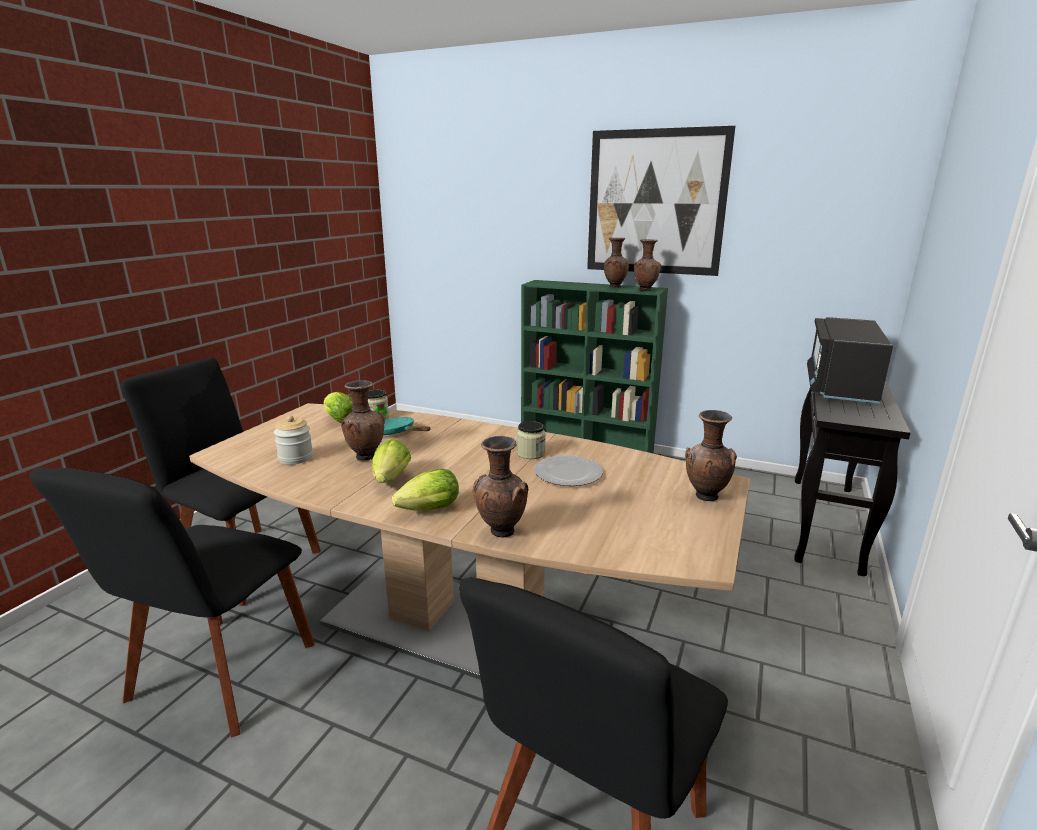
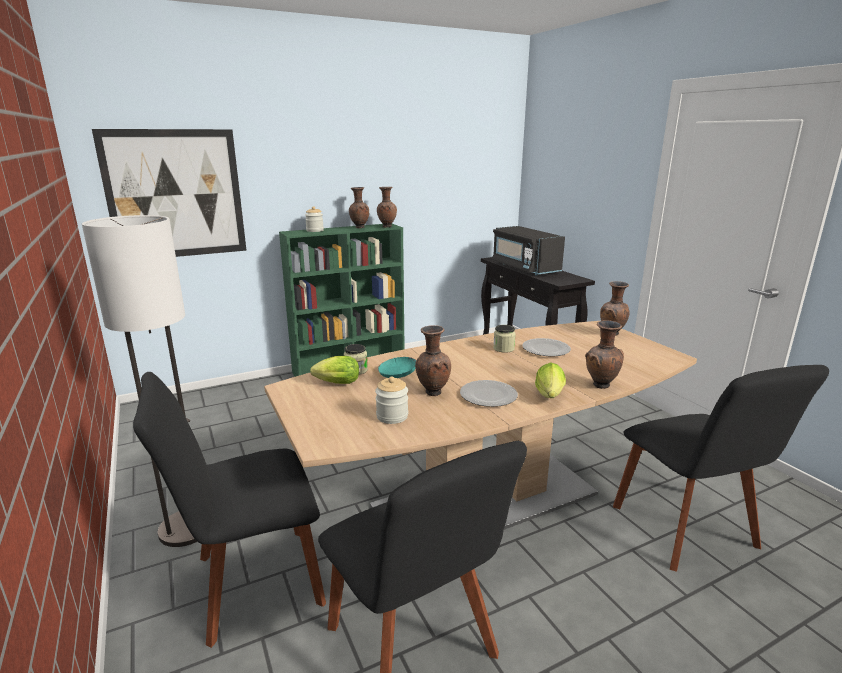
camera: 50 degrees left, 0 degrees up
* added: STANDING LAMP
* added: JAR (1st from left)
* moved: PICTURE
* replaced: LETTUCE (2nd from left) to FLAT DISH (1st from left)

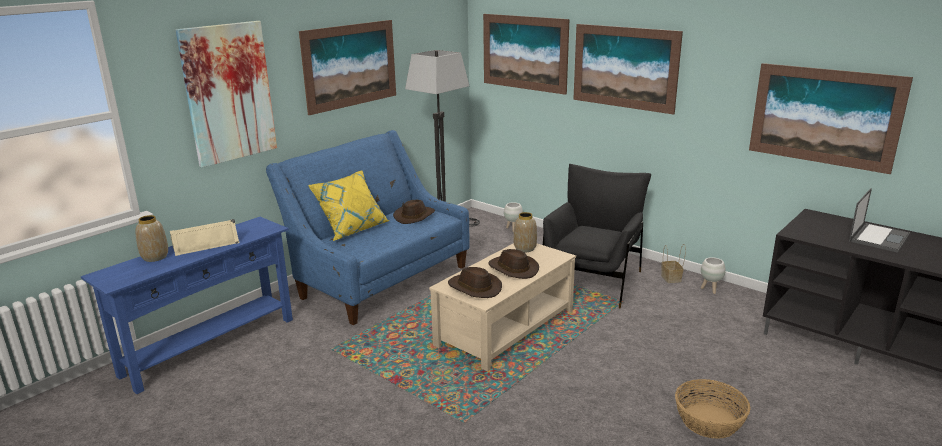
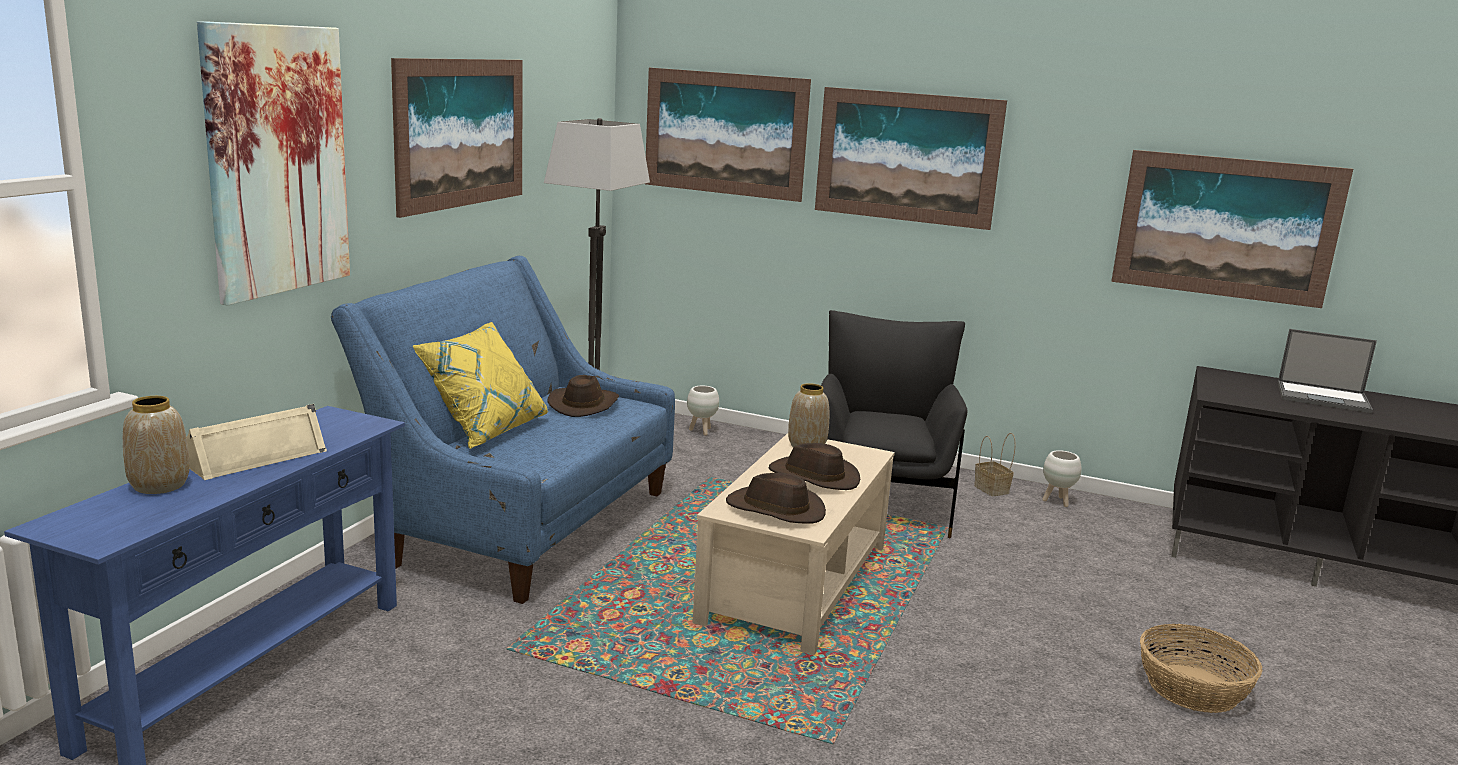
camera: 20 degrees left, 5 degrees down
* turned: PORTABLE COMPUTER 90 degrees clockwise

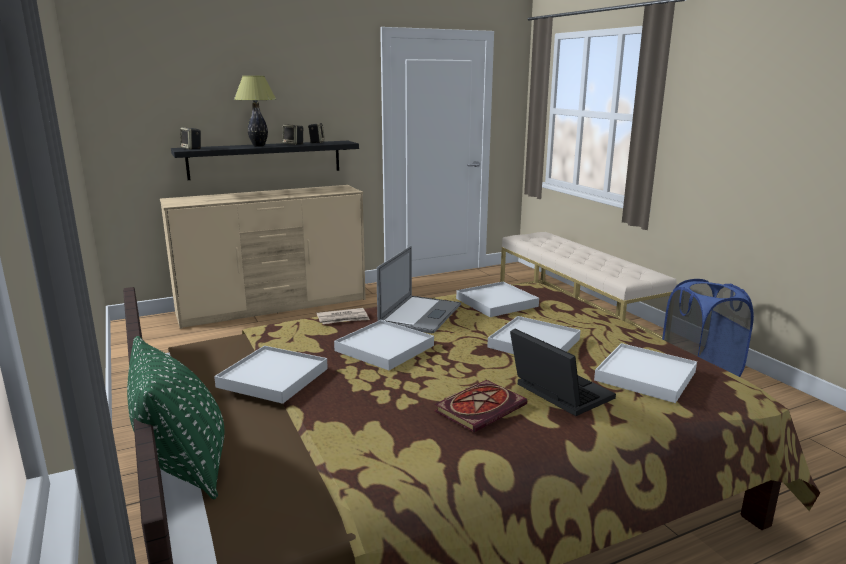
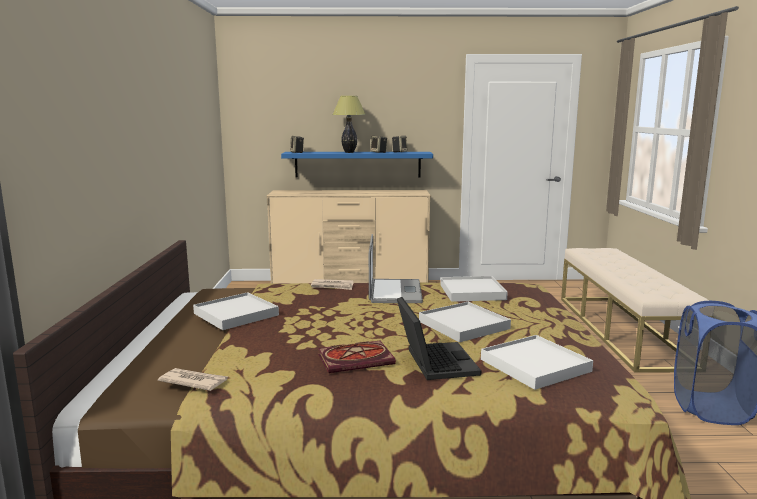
camera: 25 degrees right, 5 degrees down
* removed: GREEN CUSHION
* removed: WHITE-COLOURED SERVING TRAY (2nd from left)
* added: NEWSPAPER (1st from left)
* recoloured: BLACK WALL SHELF to BLUE WALL SHELF
* turned: PORTABLE COMPUTER (1st from left) 45 degrees counterclockwise

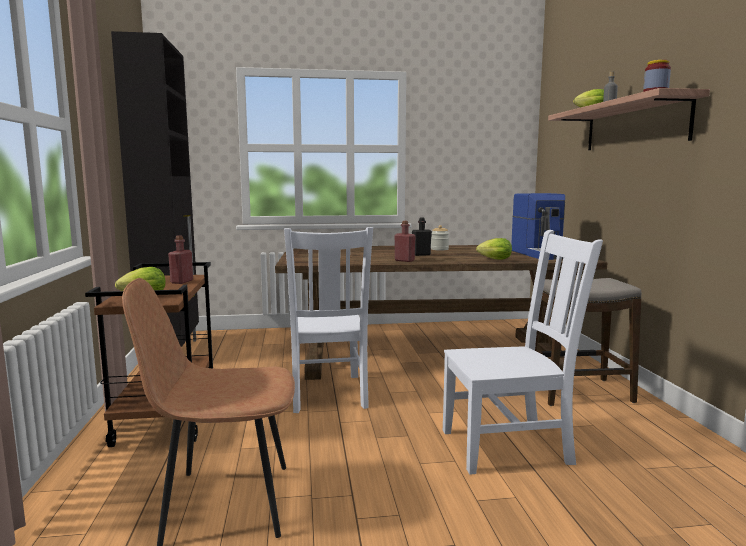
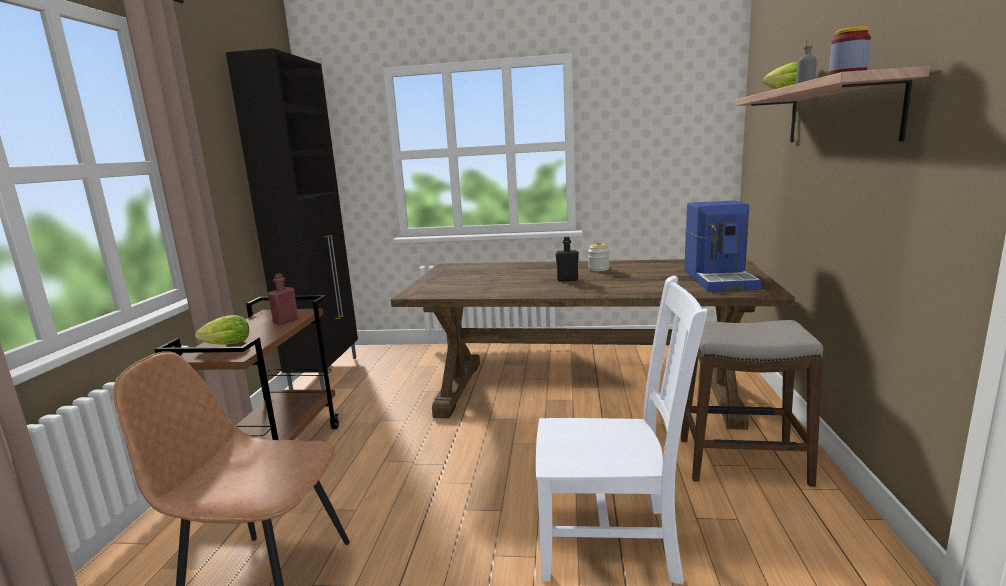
camera: 15 degrees right, 5 degrees up
* removed: WHITE-COLOURED PLAIN CHAIR (1st from left)
* removed: RED DRINK BOTTLE (2nd from left)
* removed: LETTUCE (2nd from left)

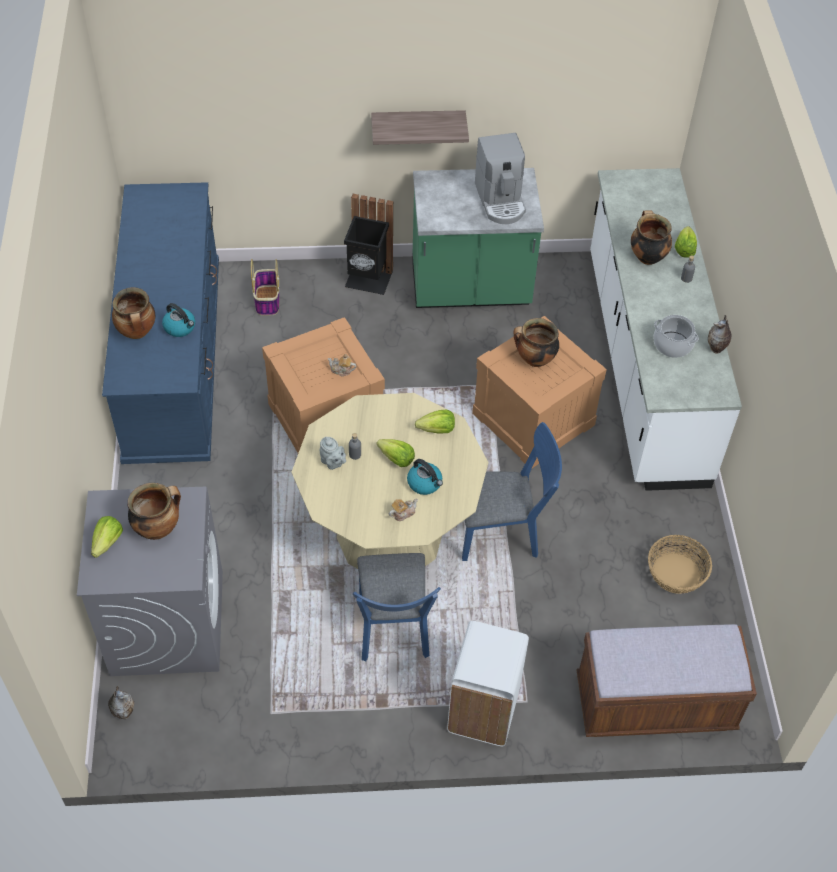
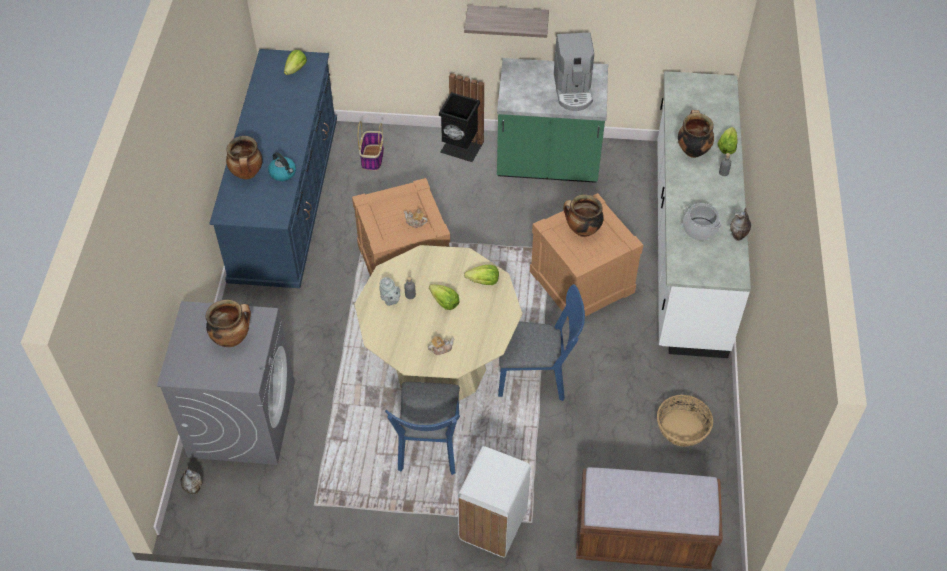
camera: 10 degrees right, 0 degrees up
* removed: TEA KETTLE (2nd from left)
* moved: LETTUCE (1st from left)

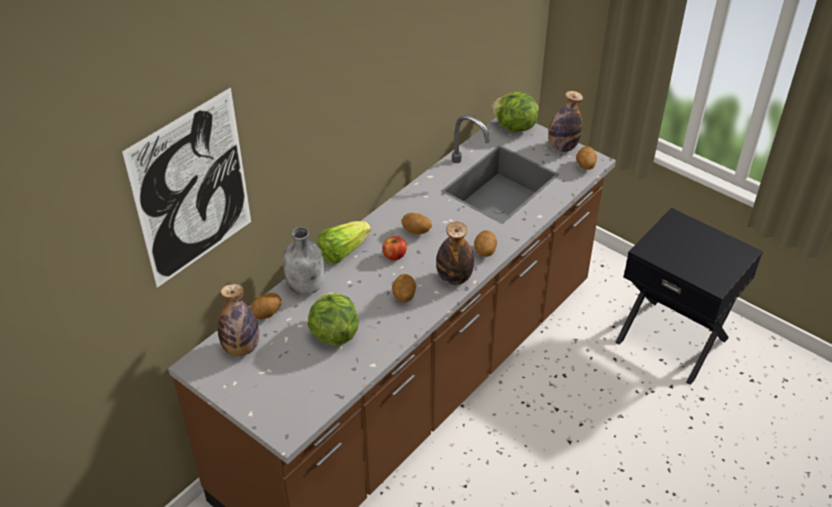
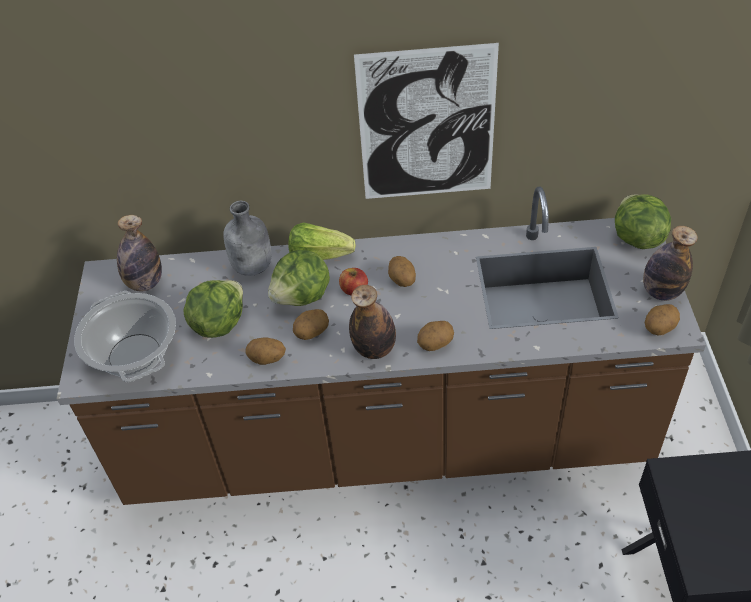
camera: 50 degrees right, 5 degrees up
* added: STOCKPOT
* added: LETTUCE (2nd from left)
* moved: PICTURE
* moved: SPUD (1st from left)

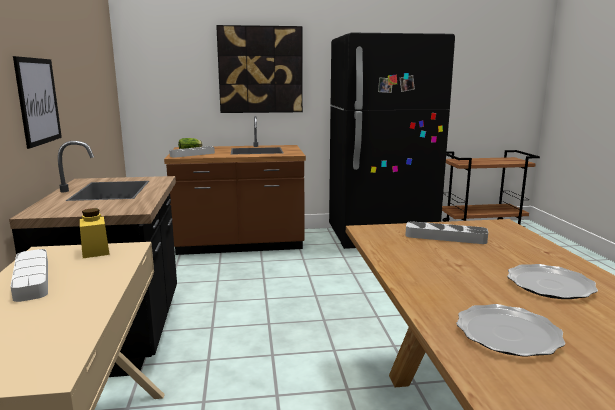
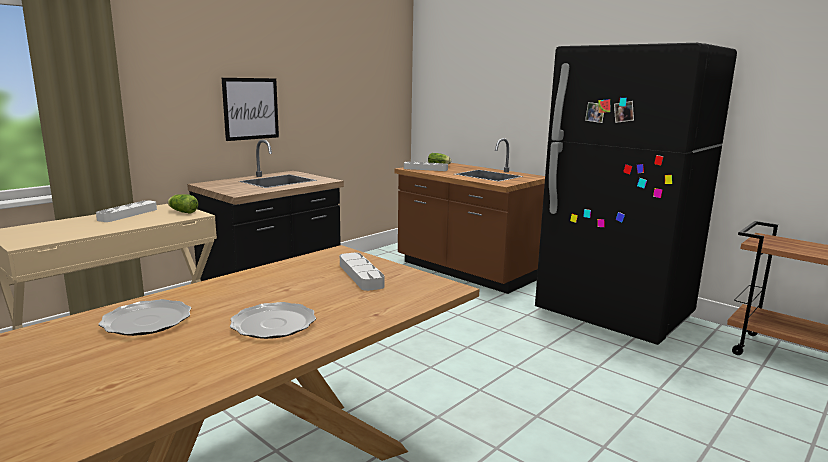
camera: 50 degrees right, 0 degrees up
* removed: PICTURE (2nd from left)
* replaced: YELLOWISH JAR to LETTUCE (1st from left)

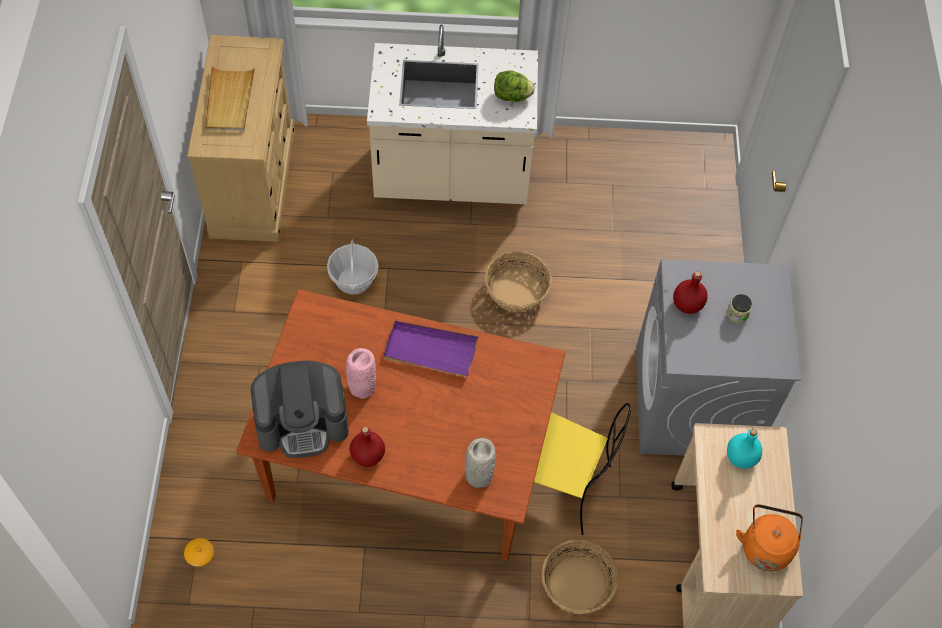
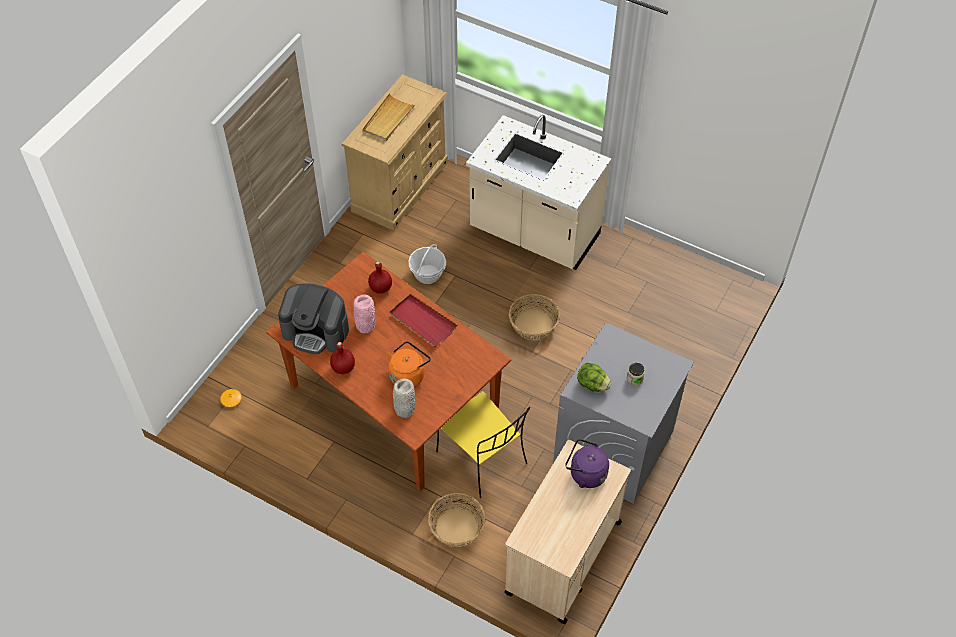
camera: 30 degrees right, 5 degrees down
* moved: LETTUCE
* moved: RED DRINK BOTTLE (2nd from left)
* moved: ORANGE-COLOURED TEA KETTLE
* replaced: BLUE-GREEN DRINK BOTTLE to PURPLISH TEA KETTLE
* recoloured: PURPLISH SERVING TRAY to RED SERVING TRAY

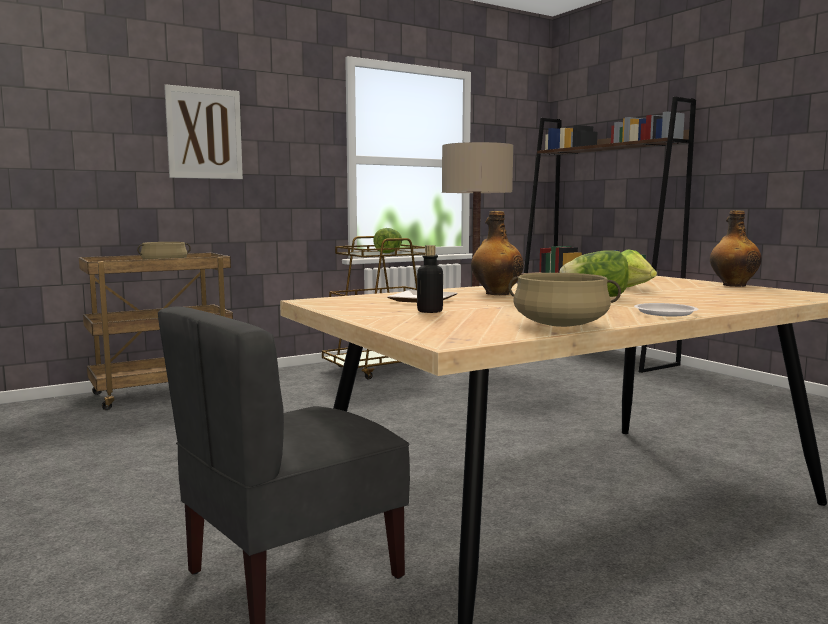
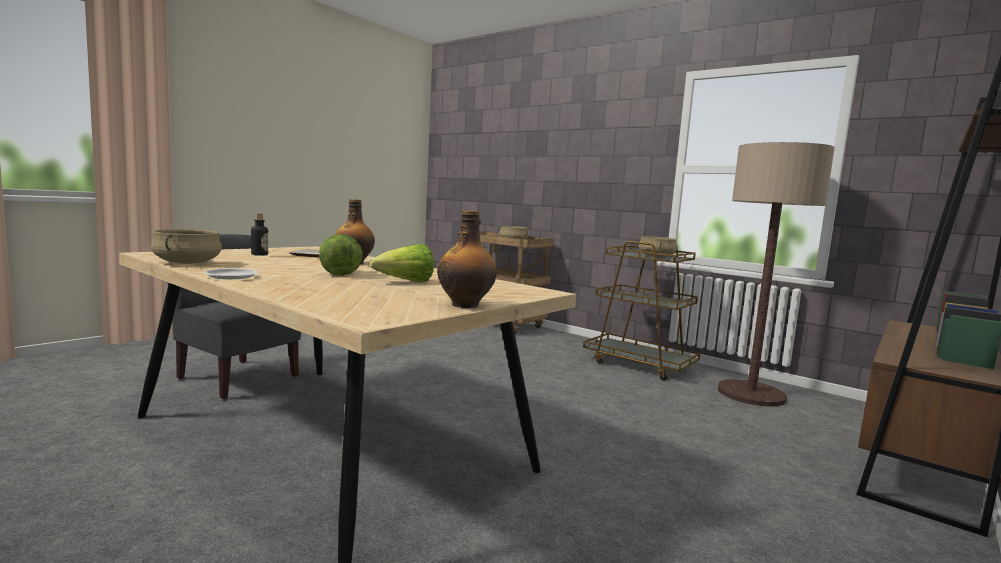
camera: 70 degrees right, 0 degrees up
* removed: PICTURE
* replaced: LETTUCE (1st from left) to BEIGE-COLOURED STOCKPOT (3rd from left)

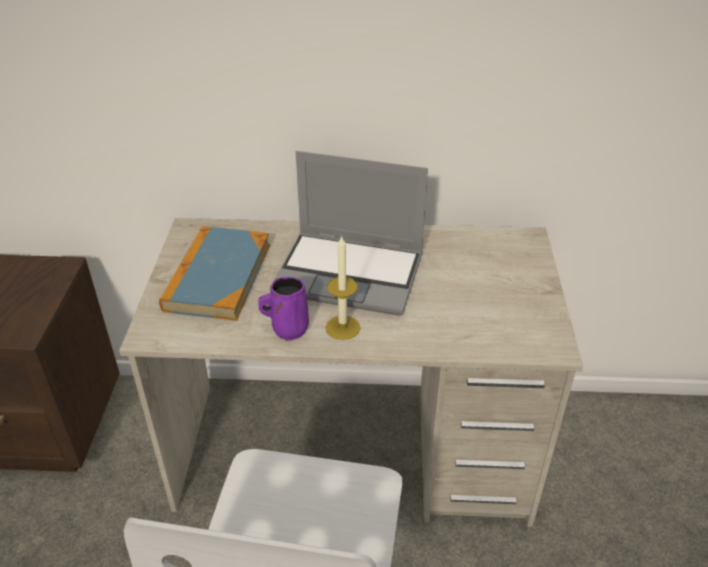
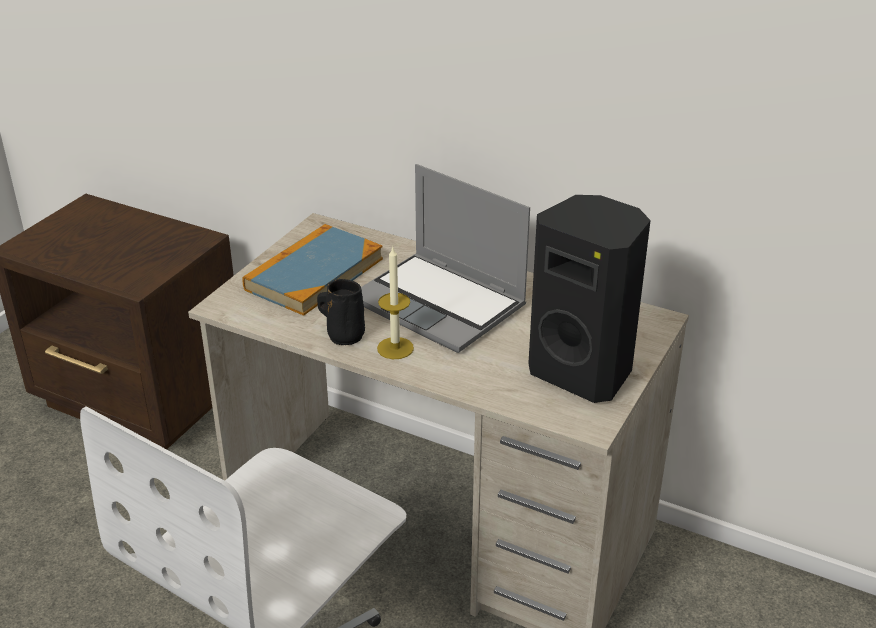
camera: 25 degrees right, 5 degrees down
* added: BLACK LOUDSPEAKER
* recoloured: PURPLISH TEA MUG to BLACK TEA MUG

